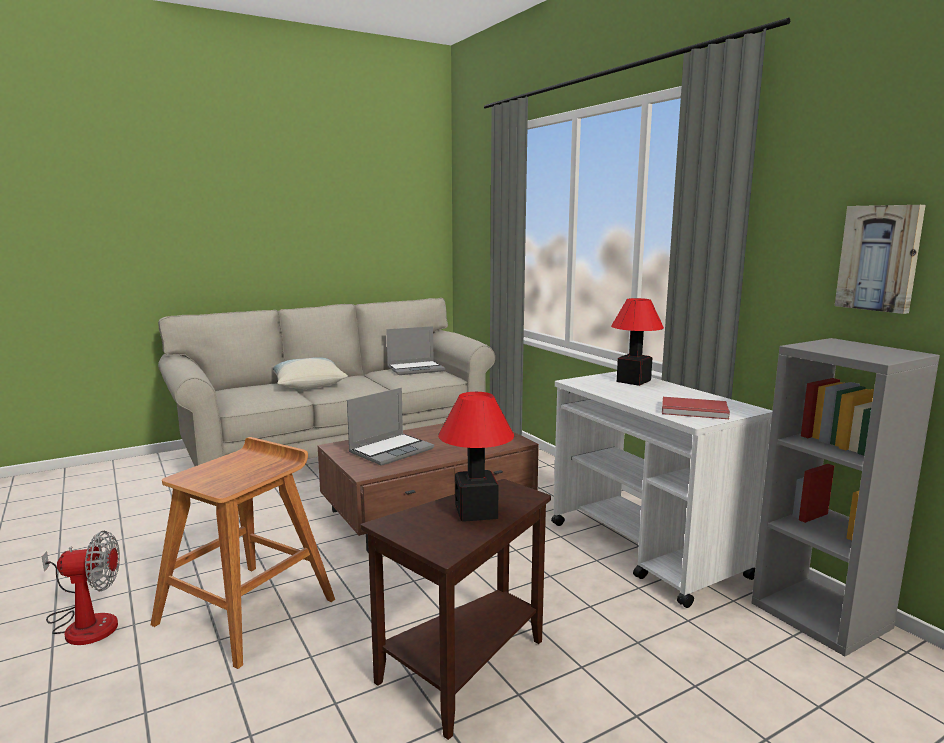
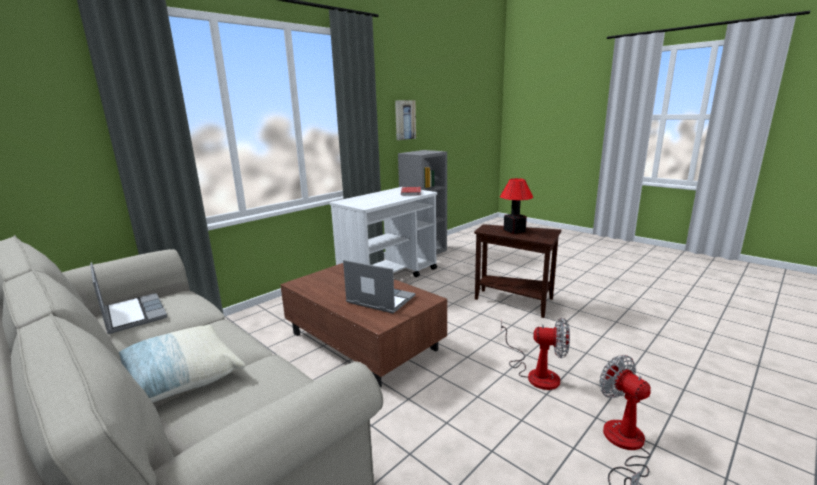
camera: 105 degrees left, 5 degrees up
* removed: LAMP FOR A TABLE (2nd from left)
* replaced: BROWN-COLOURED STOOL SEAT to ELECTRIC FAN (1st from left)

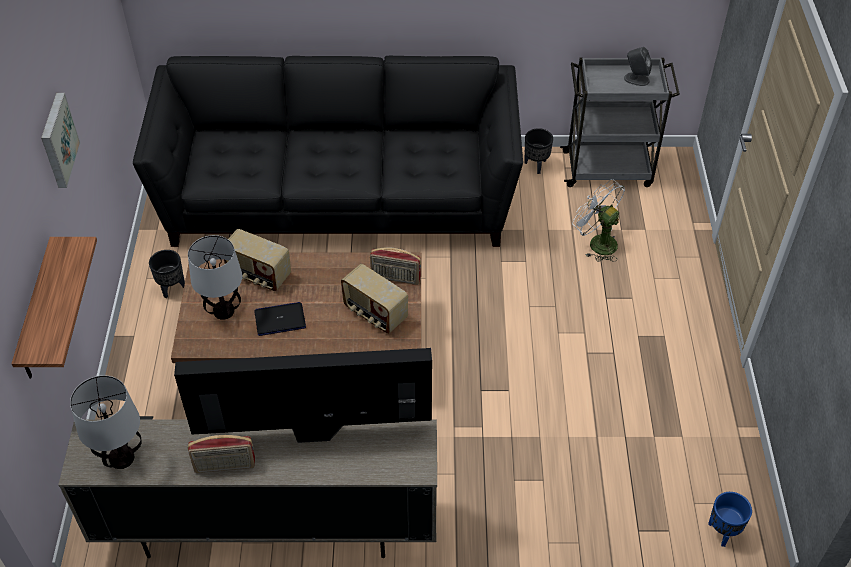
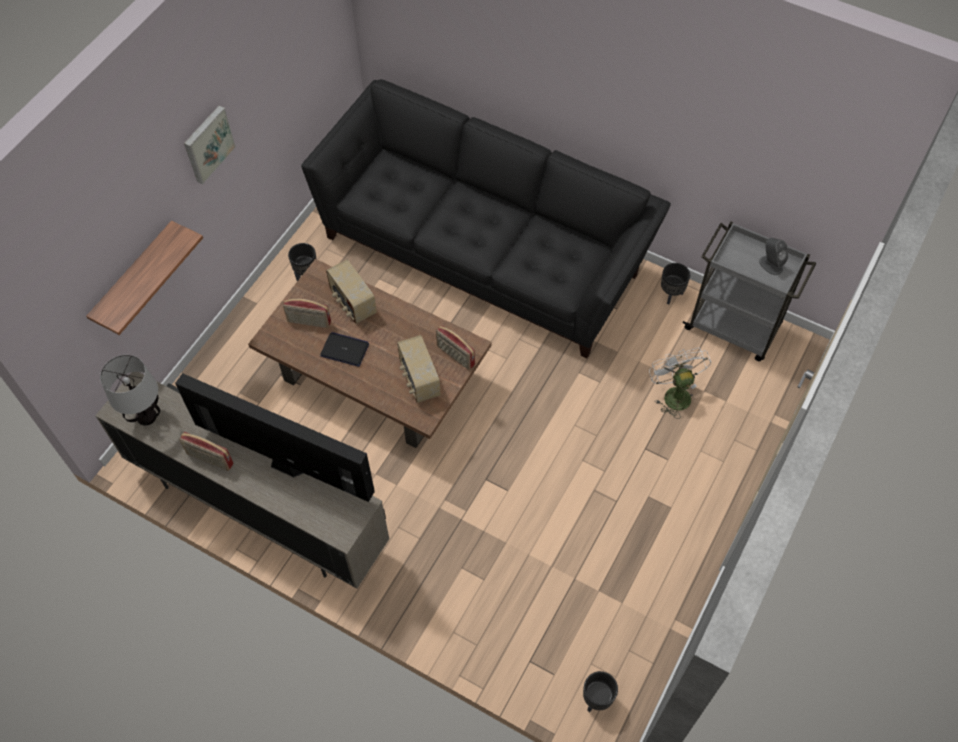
camera: 30 degrees right, 10 degrees up
* replaced: LAMP FOR A TABLE (2nd from left) to RADIO SET (2nd from left)
* recoloured: BLUE PLANTER to BLACK PLANTER (2nd from left)

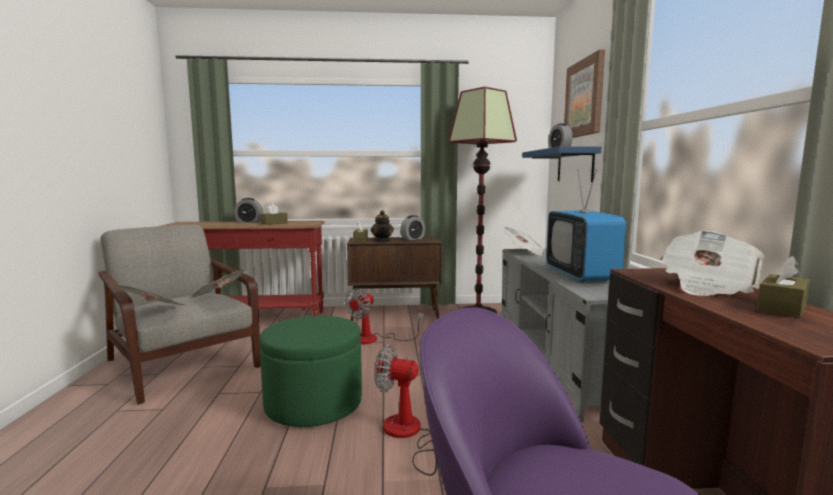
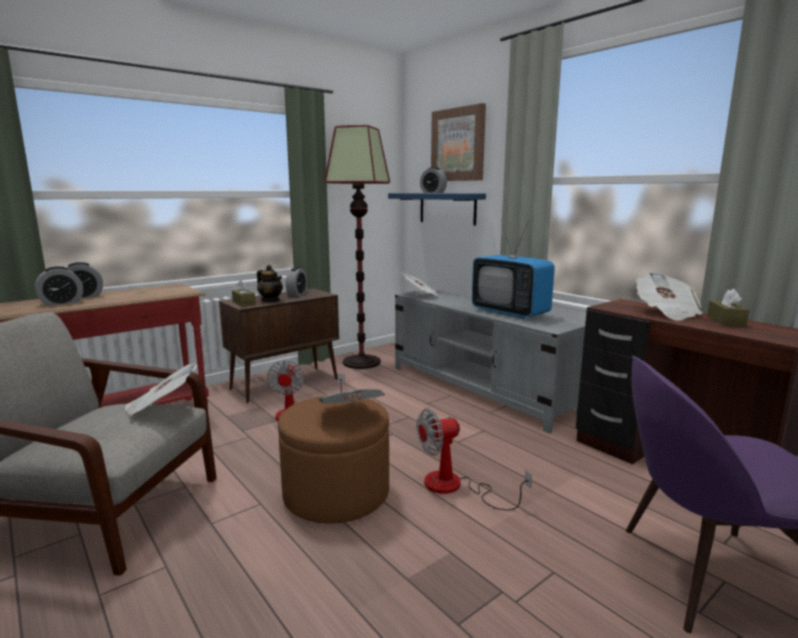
camera: 35 degrees left, 5 degrees up
* removed: BROWN-COLOURED BOX OF TISSUES (1st from left)
* added: BEDSIDE CLOCK (1st from left)
* moved: NEWSPAPER (1st from left in the first image) to NEWSPAPER (2nd from left)
* recoloured: GREEN OTTOMAN to BROWN-COLOURED OTTOMAN

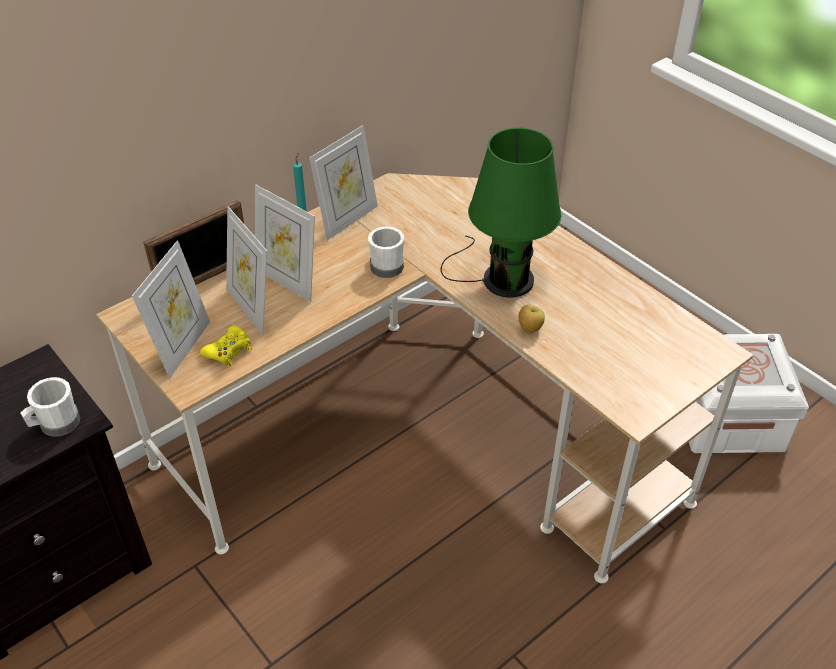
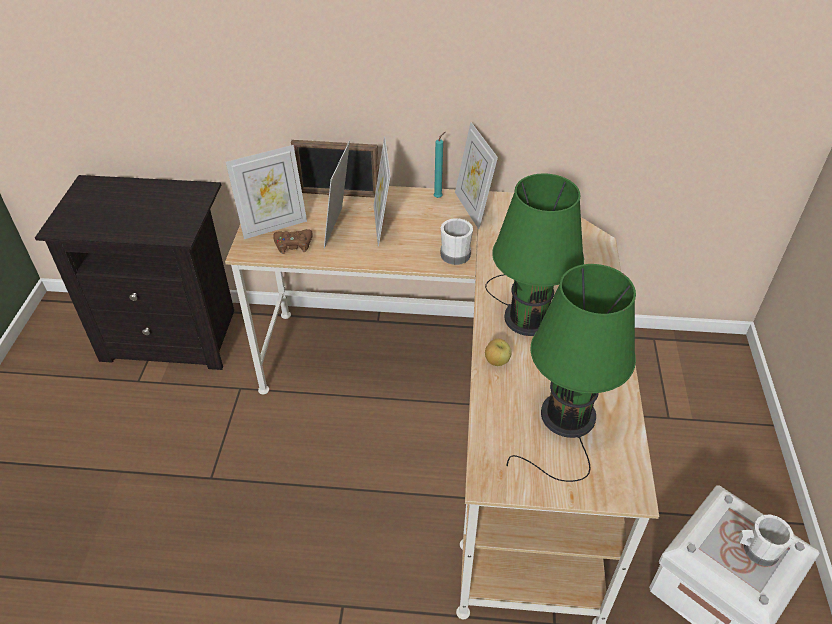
camera: 45 degrees right, 0 degrees up
* added: GREEN LAMP FOR A TABLE (2nd from left)
* moved: WHITE-COLOURED TEA MUG (1st from left in the first image) to WHITE-COLOURED TEA MUG (2nd from left)
* recoloured: YELLOWISH JOYPAD to BROWN-COLOURED JOYPAD
* turned: PICTURE FRAME (5th from left) 75 degrees clockwise

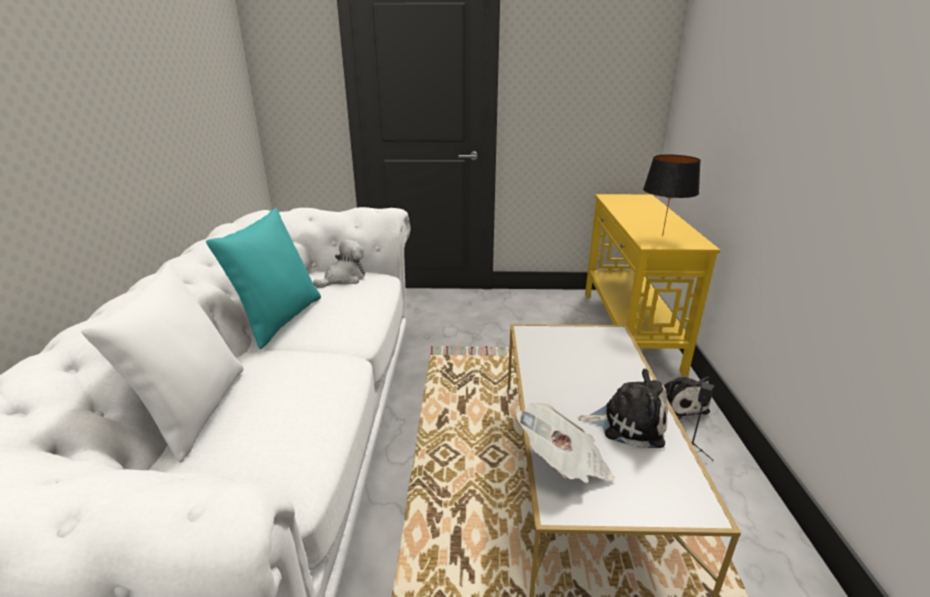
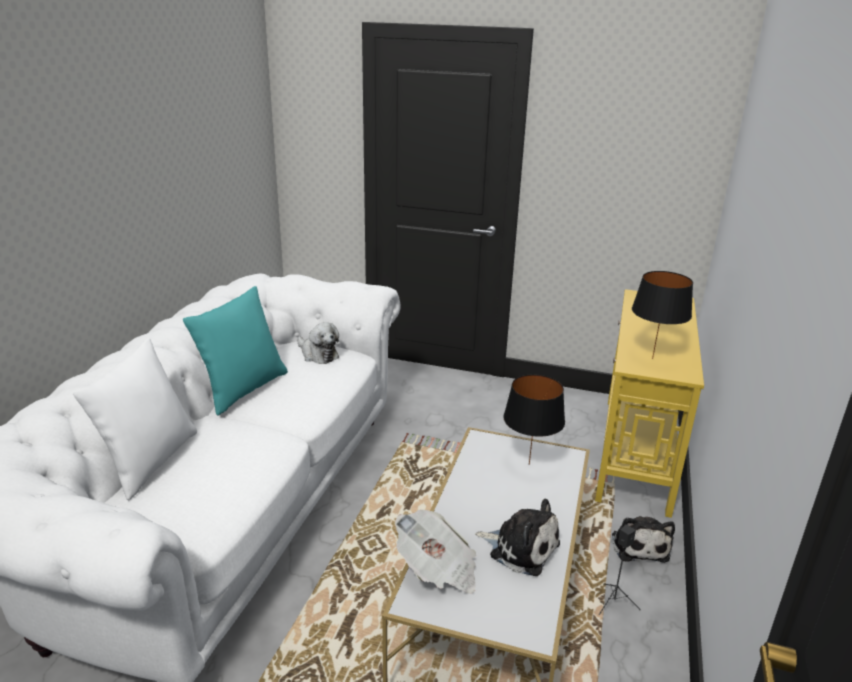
camera: 15 degrees right, 0 degrees up
* added: BLACK LAMP FOR A TABLE (1st from left)
* turned: PLUSH TOY (1st from left) 75 degrees clockwise

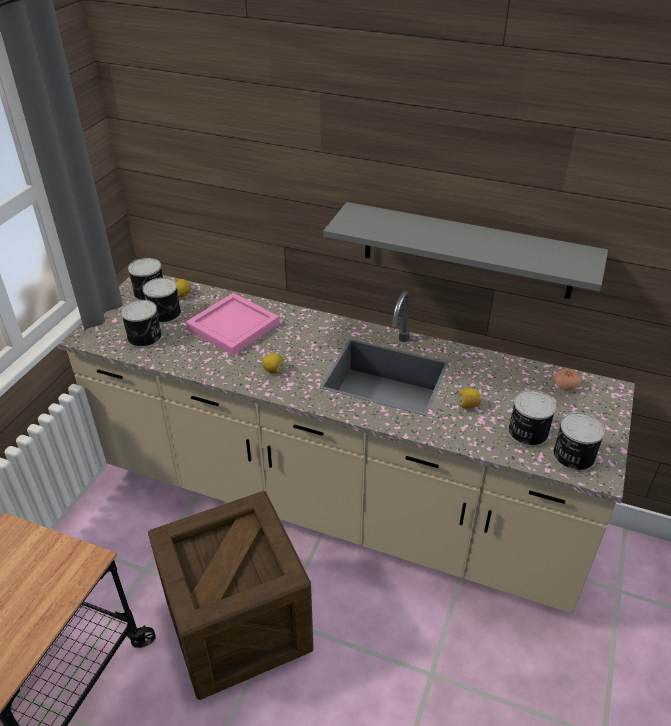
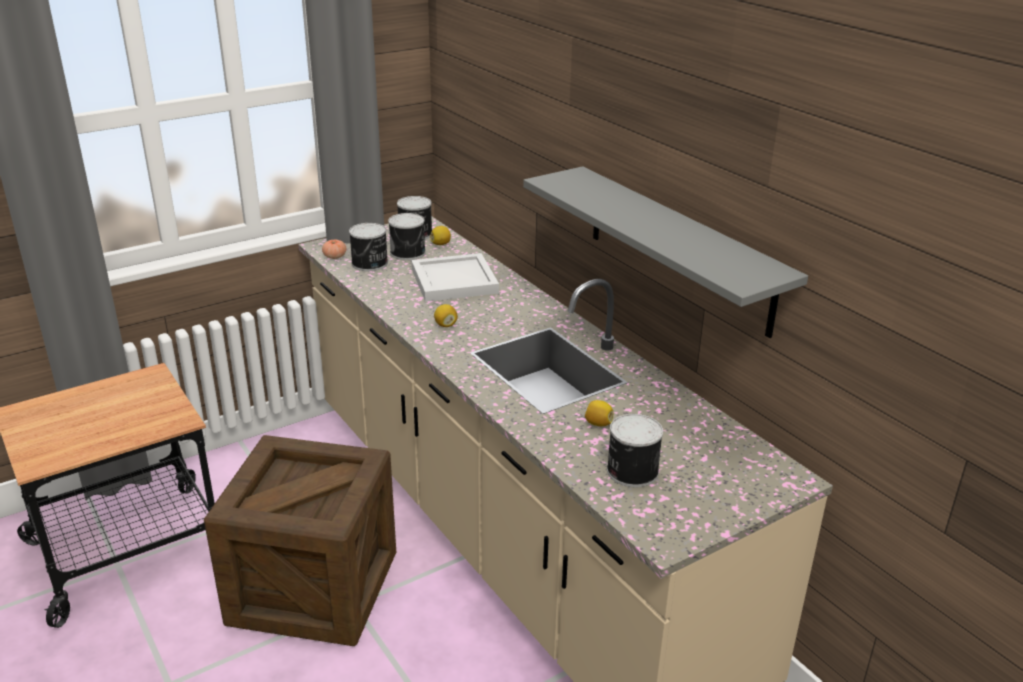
camera: 35 degrees right, 10 degrees down
* removed: SEALED CAN (5th from left)
* moved: TOMATO
* recoloured: PINKISH SERVING TRAY to WHITE-COLOURED SERVING TRAY

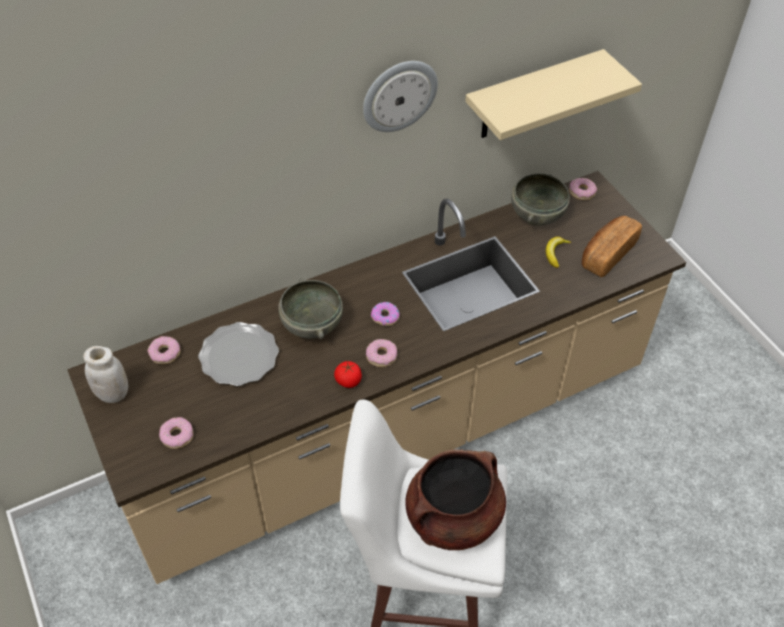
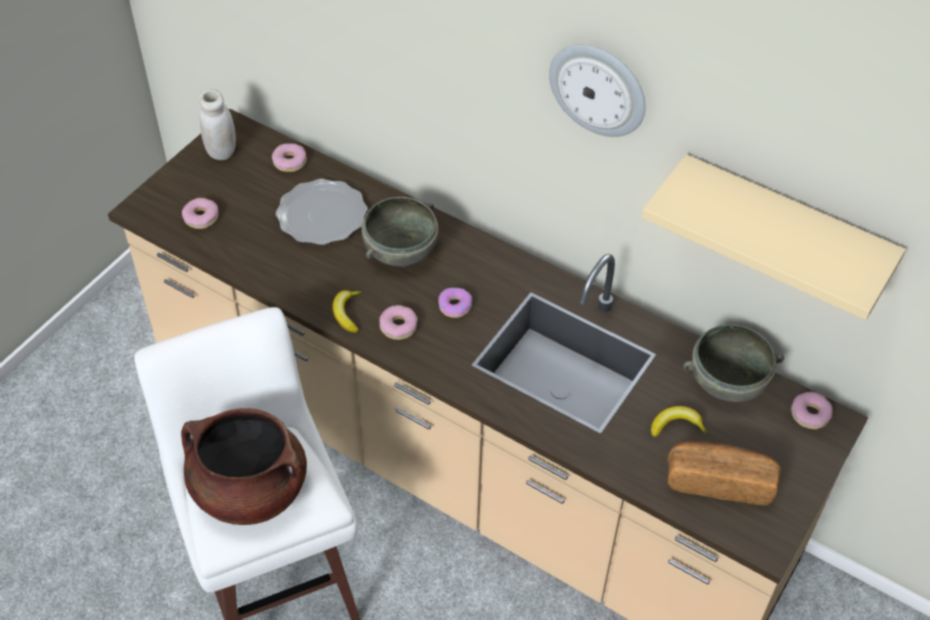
camera: 60 degrees right, 0 degrees up
* replaced: TOMATO to WHOLE BANANA (1st from left)

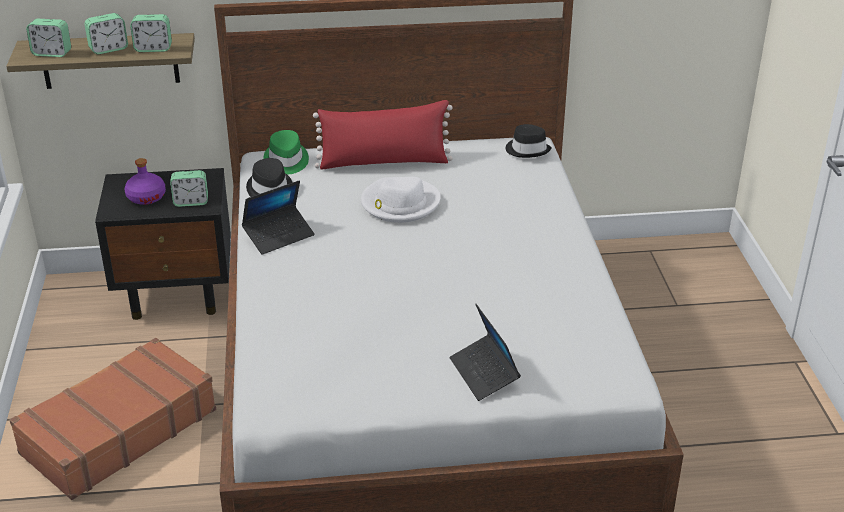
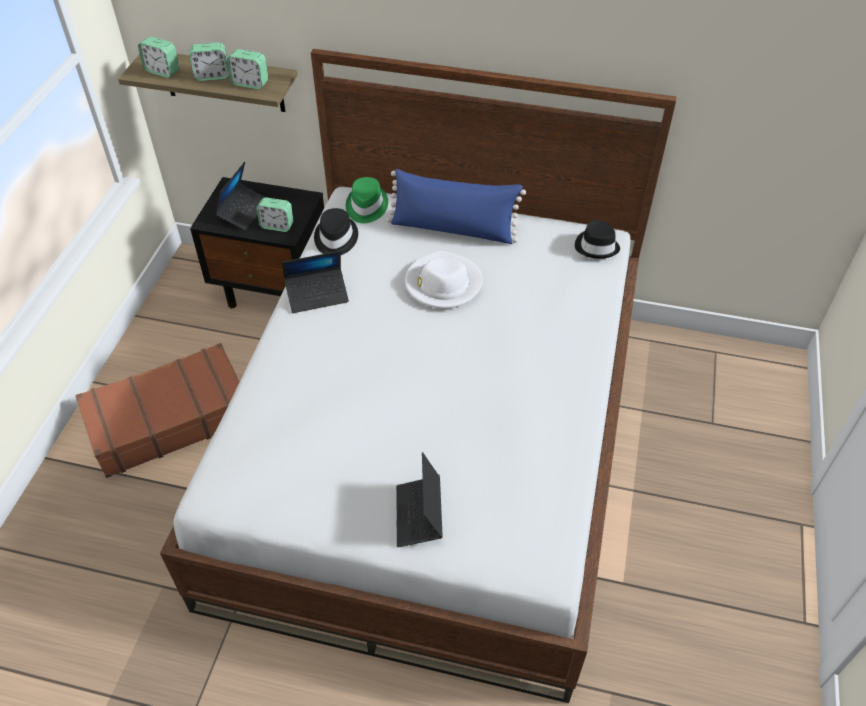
camera: 20 degrees right, 15 degrees up
* replaced: PURPLISH DRINK BOTTLE to PORTABLE COMPUTER (1st from left)
* recoloured: RED CUSHION to BLUE CUSHION

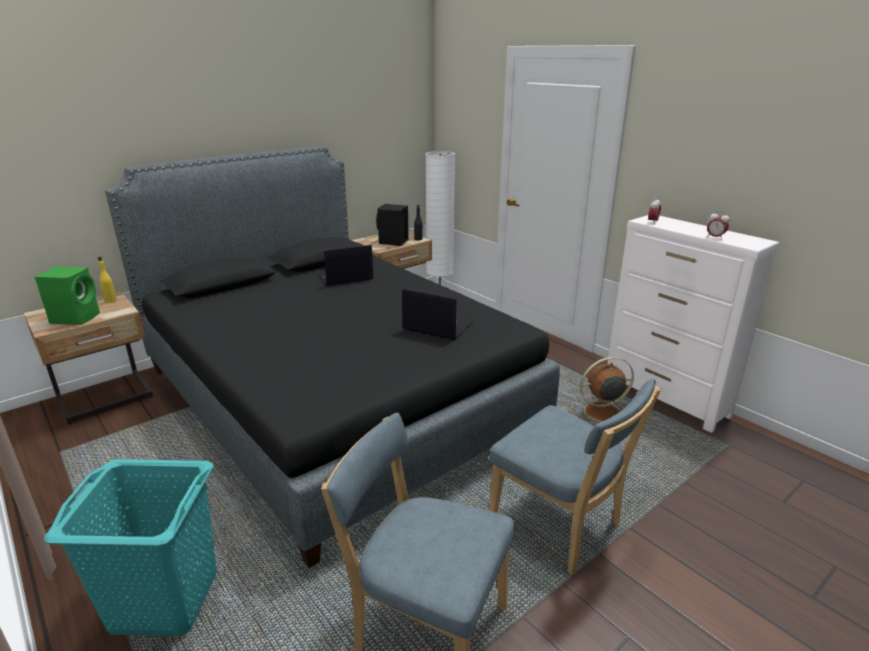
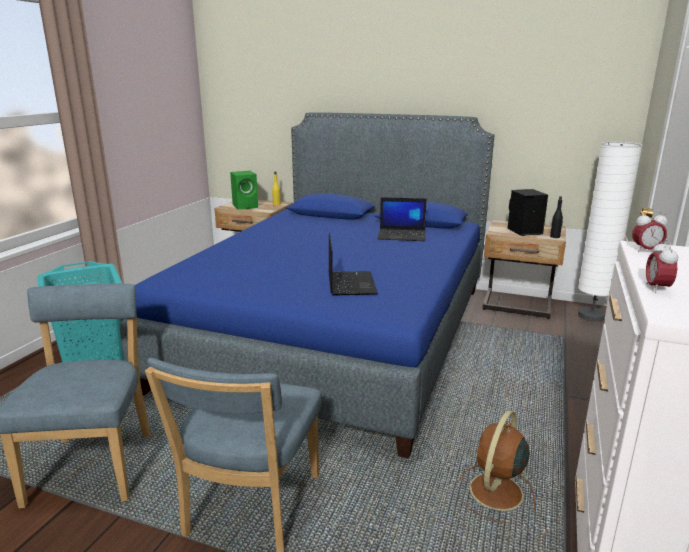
camera: 60 degrees right, 5 degrees down
* recoloured: BLACK BED to BLUE BED
* turned: PORTABLE COMPUTER (1st from left in the first image) 150 degrees clockwise
* turned: BROWN-COLOURED ELECTRIC FAN 105 degrees counterclockwise

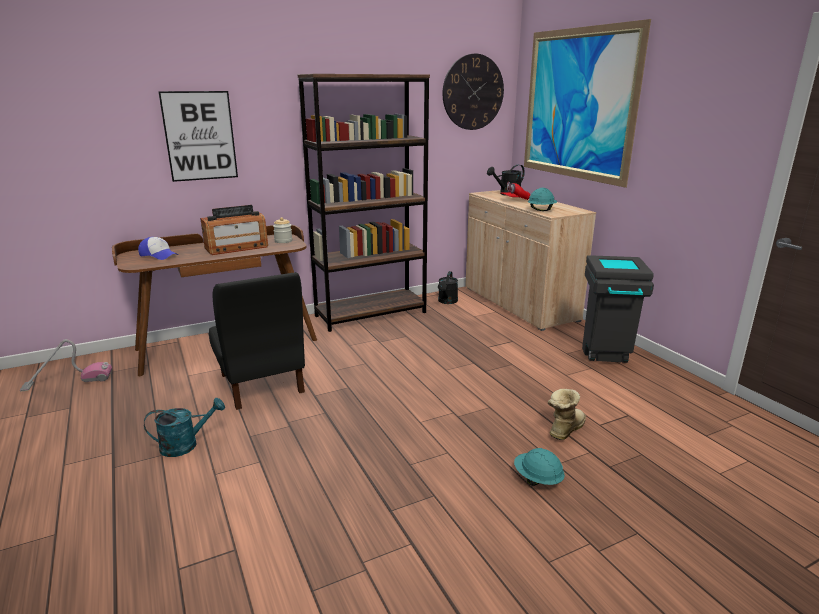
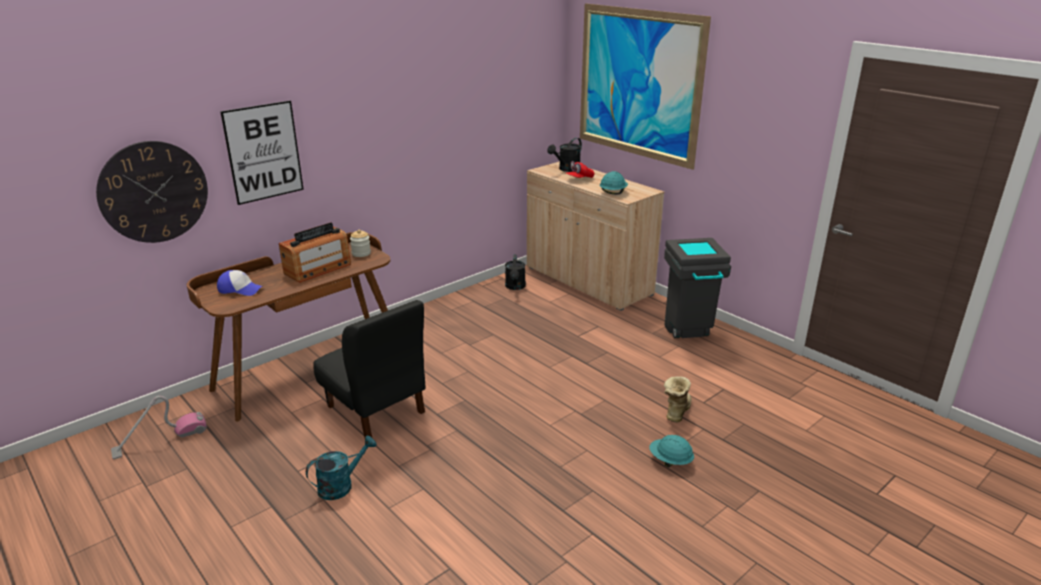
camera: 15 degrees left, 5 degrees up
* removed: BROWN-COLOURED SHELVING UNIT
* moved: HANGING CLOCK

